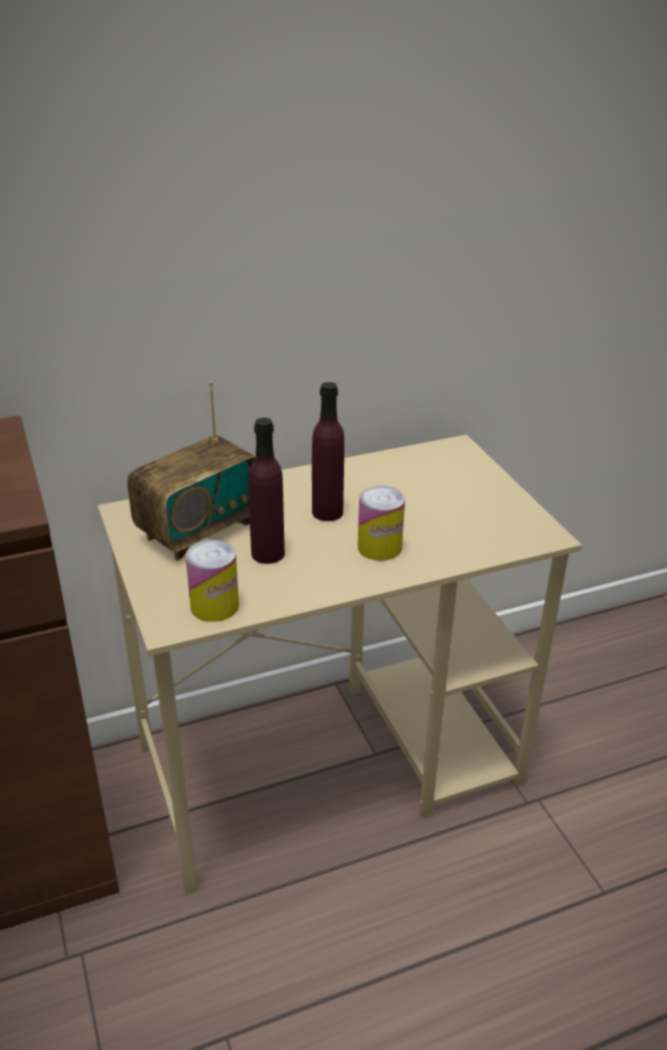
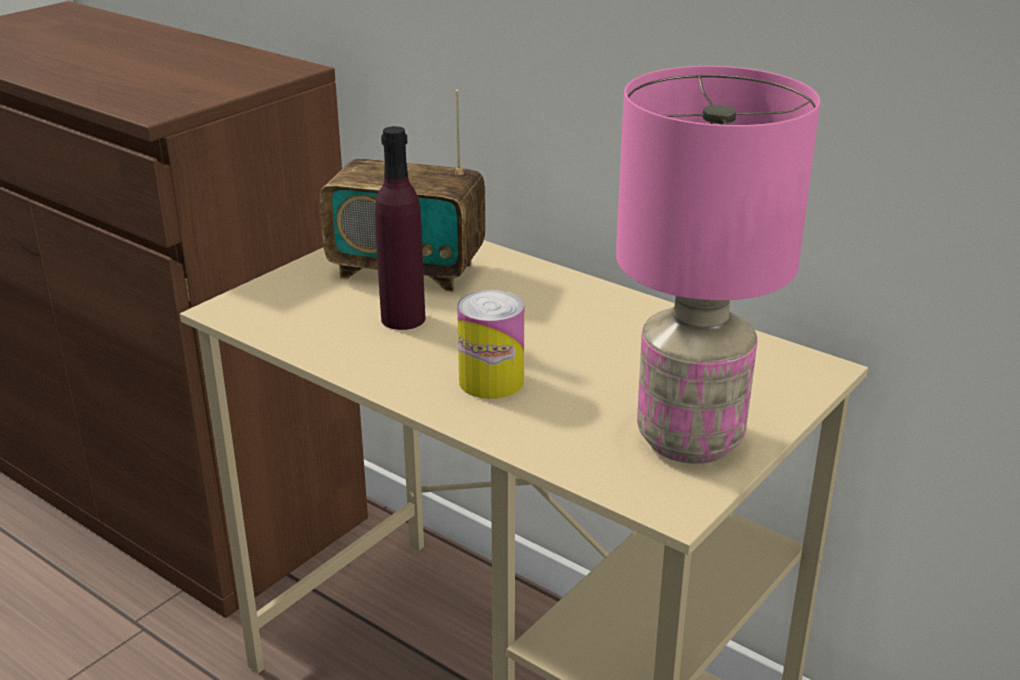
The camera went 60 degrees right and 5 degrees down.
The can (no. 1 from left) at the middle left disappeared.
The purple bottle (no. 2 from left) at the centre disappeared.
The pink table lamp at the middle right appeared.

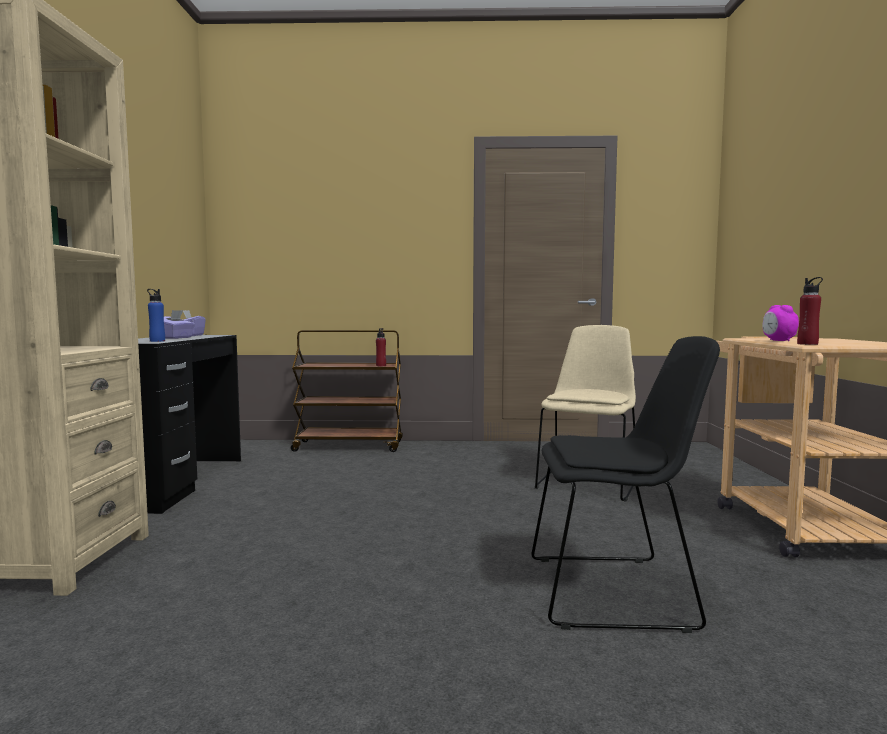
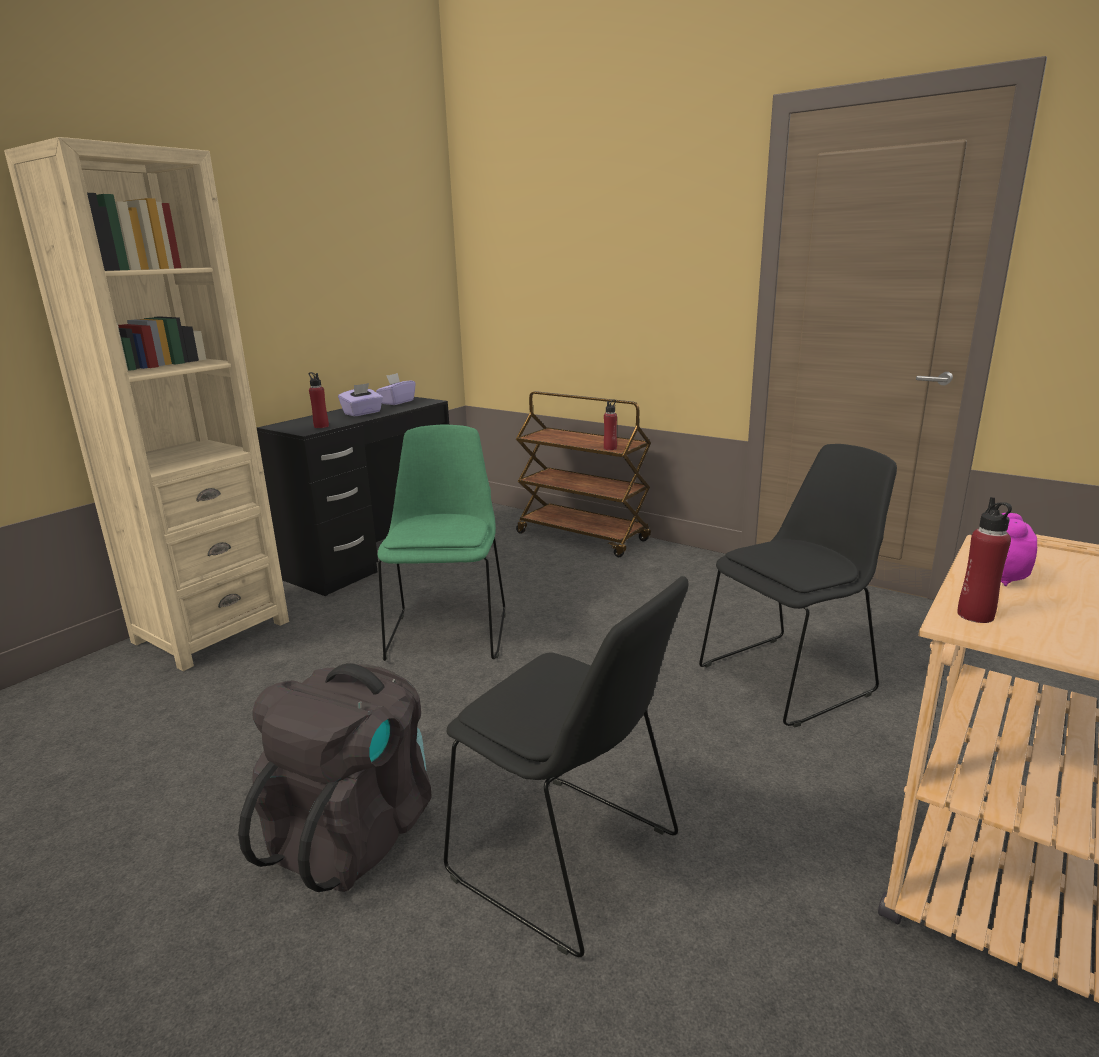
The camera went 35 degrees right and 15 degrees up.
The blue bottle at the middle left became the red bottle (no. 1 from left) at the middle left.
The beige chair at the centre became the black chair (no. 2 from left) at the middle right.
The black backpack at the bottom left appeared.
The green chair at the centre appeared.

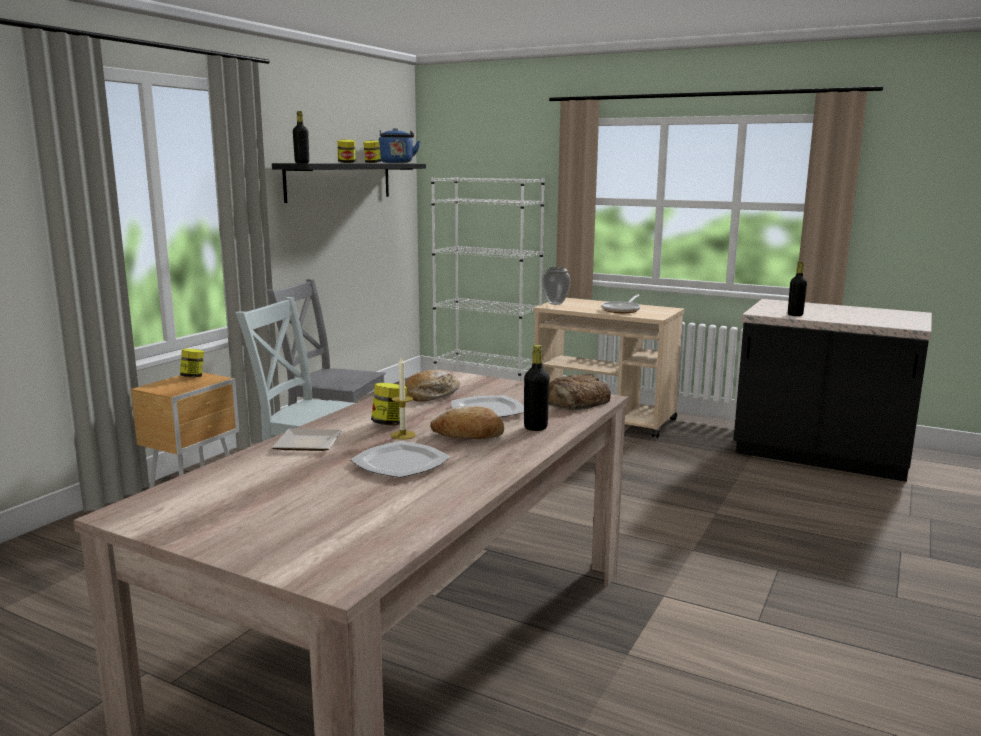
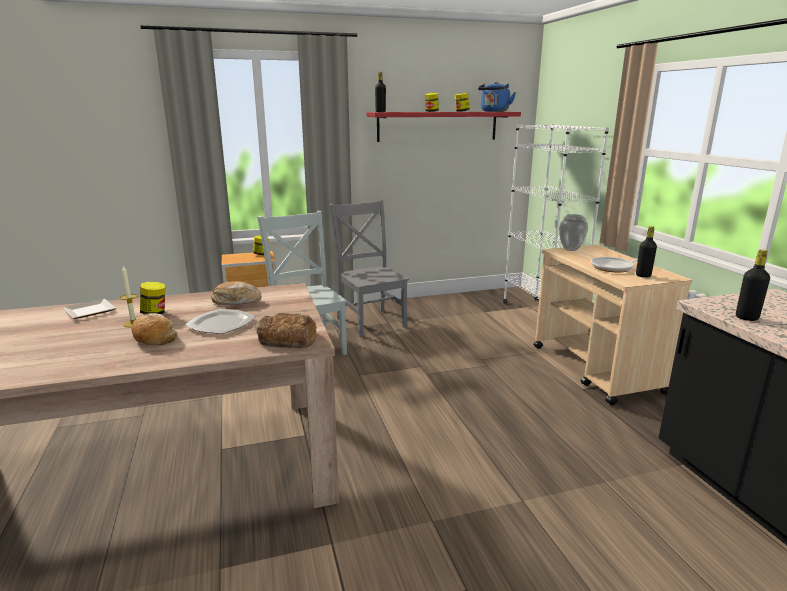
The camera went 45 degrees right and 5 degrees up.
The black shelf at the top centre became the red shelf at the top centre.
The plate (no. 2 from left) at the centre disappeared.
The black bottle (no. 2 from left) moved from the centre to the middle right.

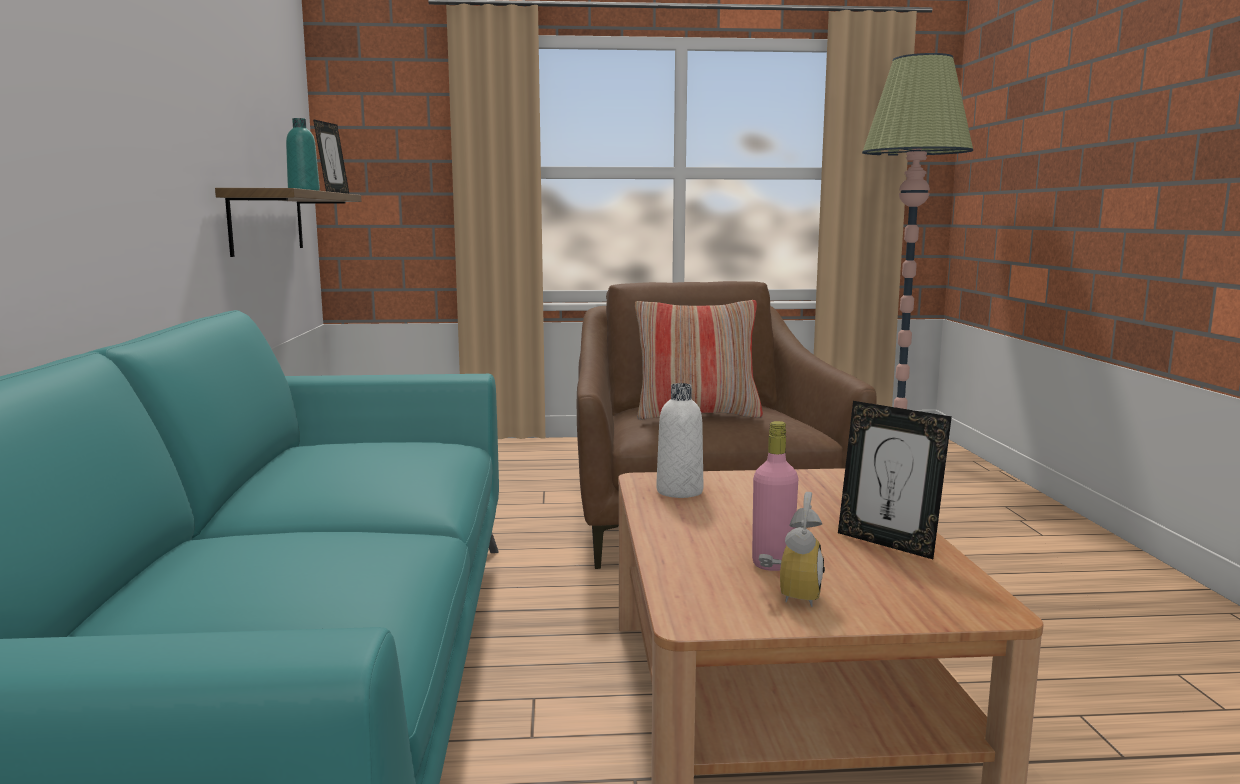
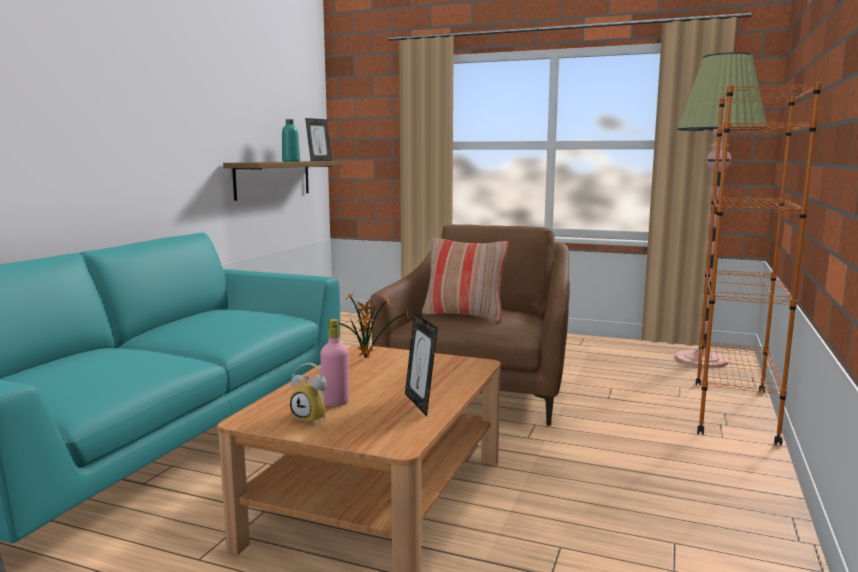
The camera went 25 degrees right and 0 degrees up.
The white bottle at the centre was replaced by the potted plant at the centre.
The alarm clock at the bottom centre turned 75 degrees clockwise.
The orange bookcase at the middle right appeared.

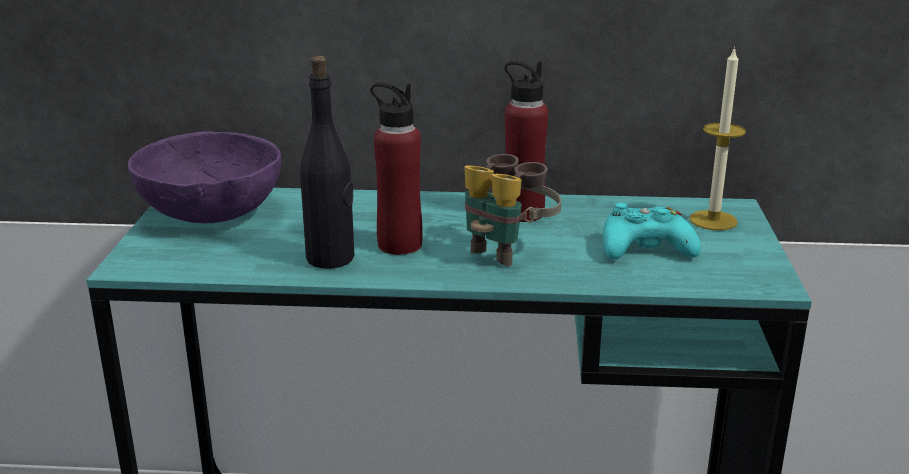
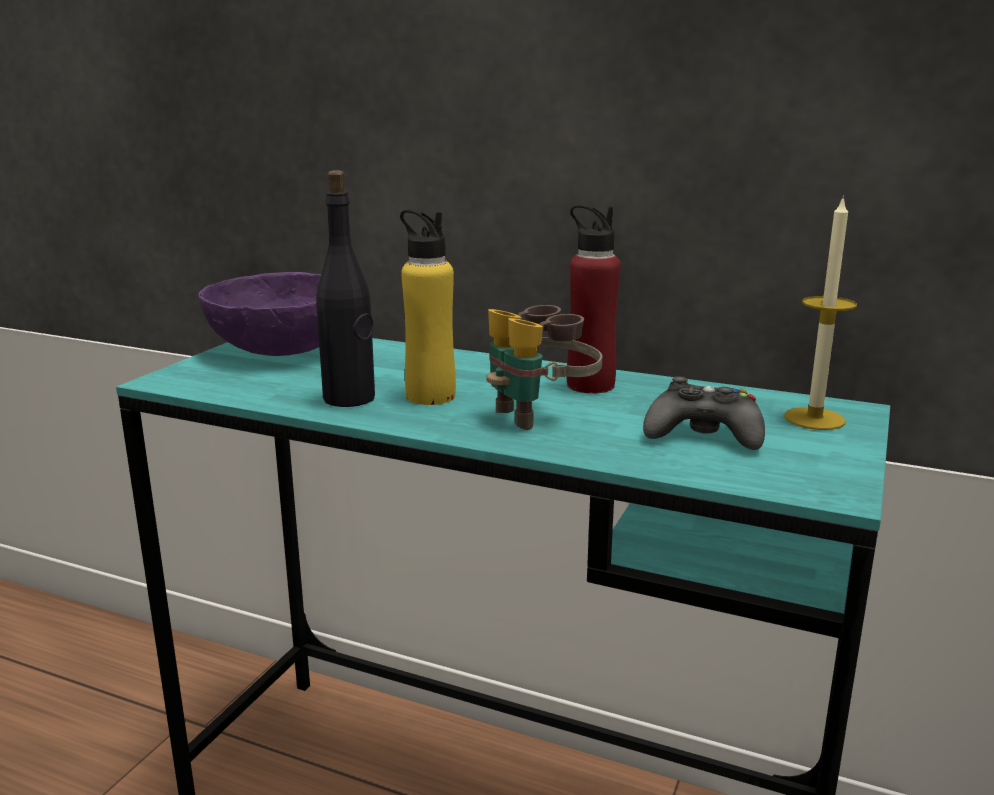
The camera went 20 degrees right and 5 degrees down.
The red bottle (no. 1 from left) at the centre became the yellow bottle at the centre.
The turquoise game controller at the middle right became the black game controller at the middle right.

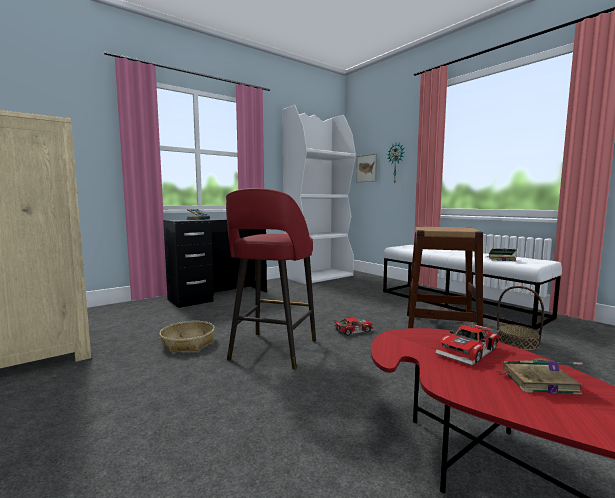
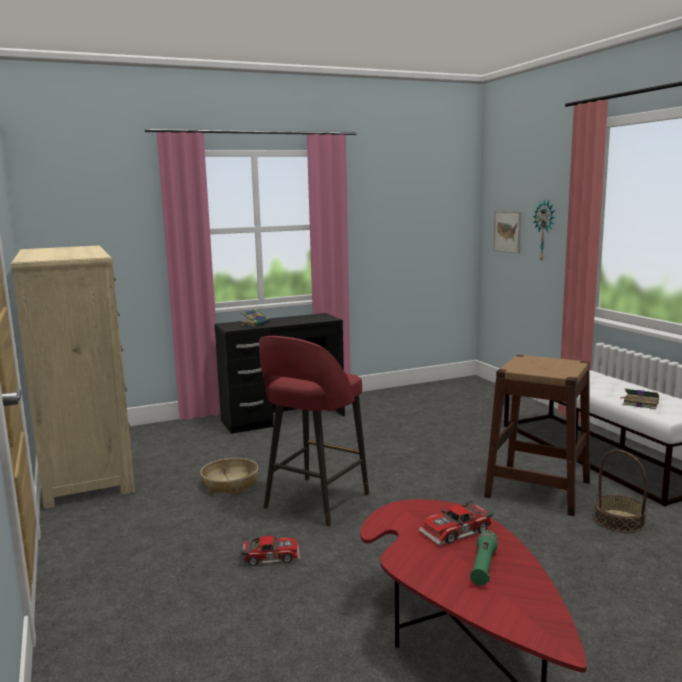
The camera went 15 degrees right and 5 degrees up.
The white bookcase at the centre disappeared.
The toy car (no. 1 from left) moved from the centre to the bottom centre.
The book (no. 3 from left) at the bottom right was replaced by the green flashlight at the bottom right.

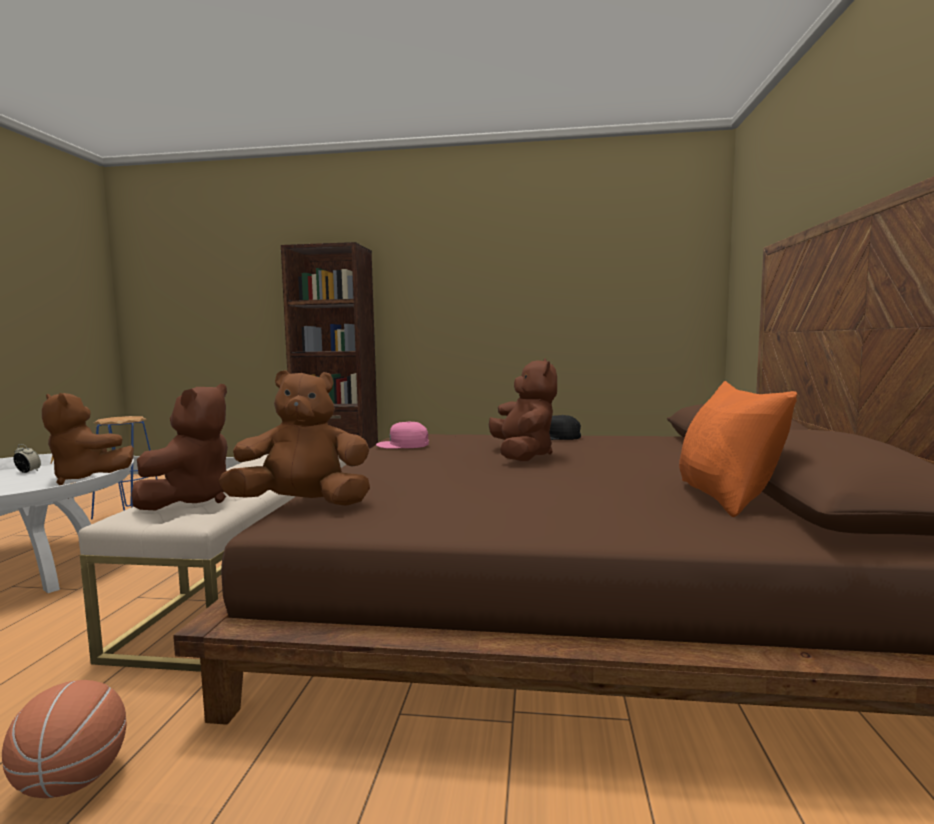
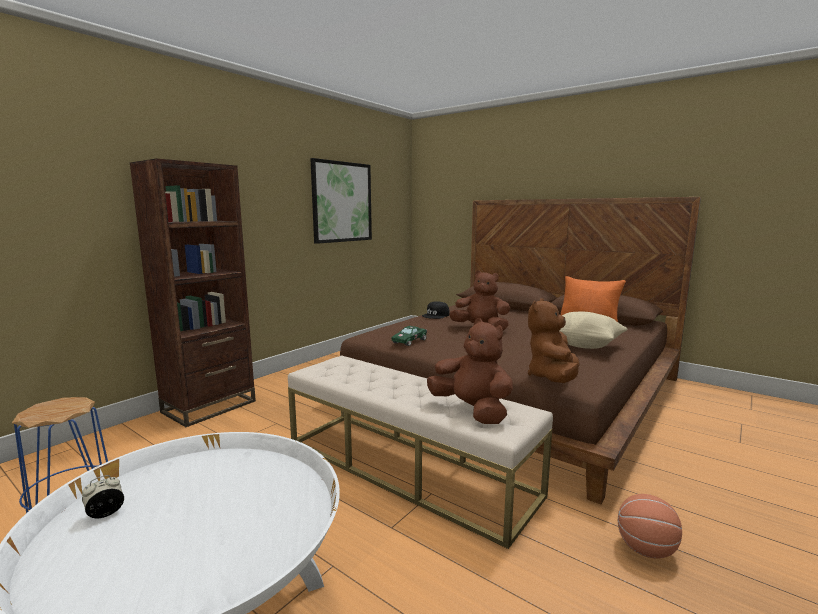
The camera went 60 degrees left and 5 degrees up.
The brown plush toy (no. 1 from left) at the middle left disappeared.
The pink cap at the centre was replaced by the green toy car at the centre.
The picture at the top centre appeared.
The beige pillow at the middle right appeared.

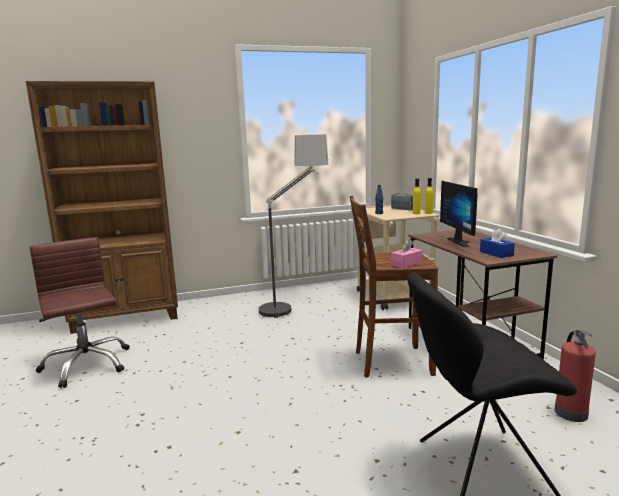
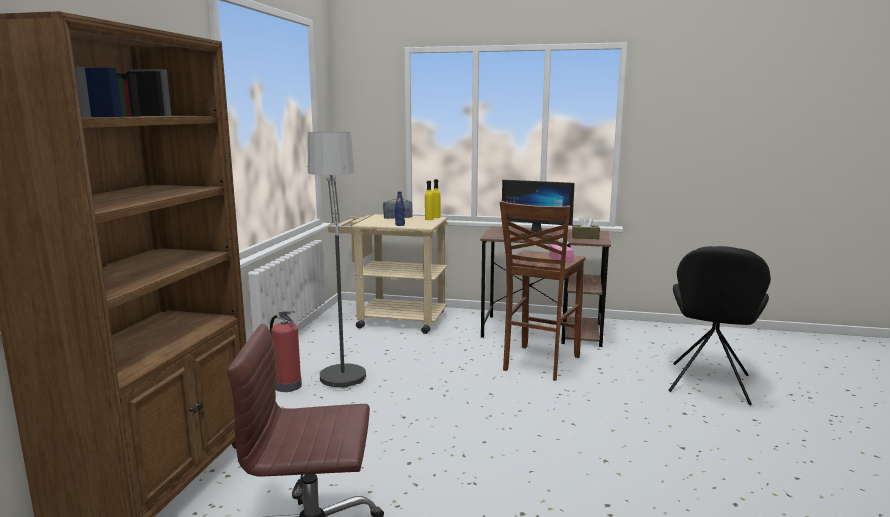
The camera went 60 degrees left and 0 degrees up.
The blue tissue box at the middle right became the brown tissue box at the centre.
The fire extinguisher moved from the bottom right to the bottom left.

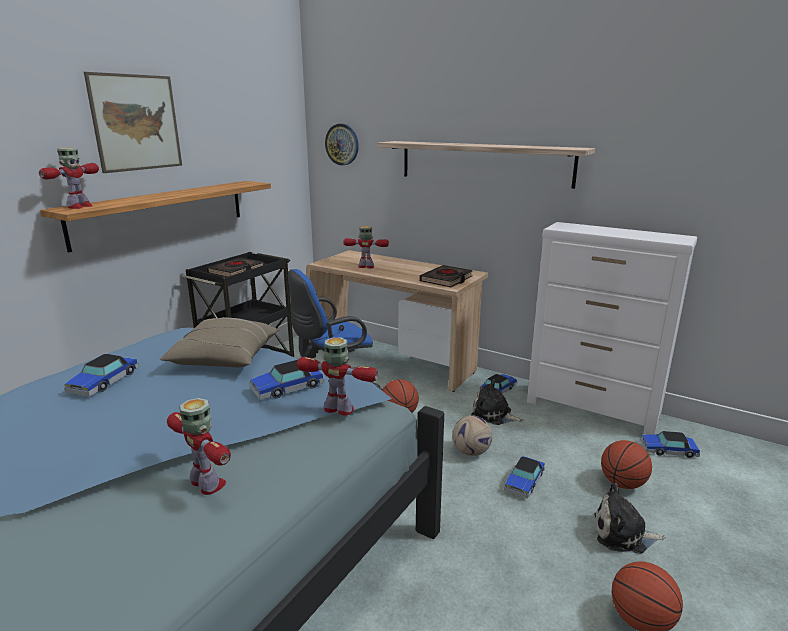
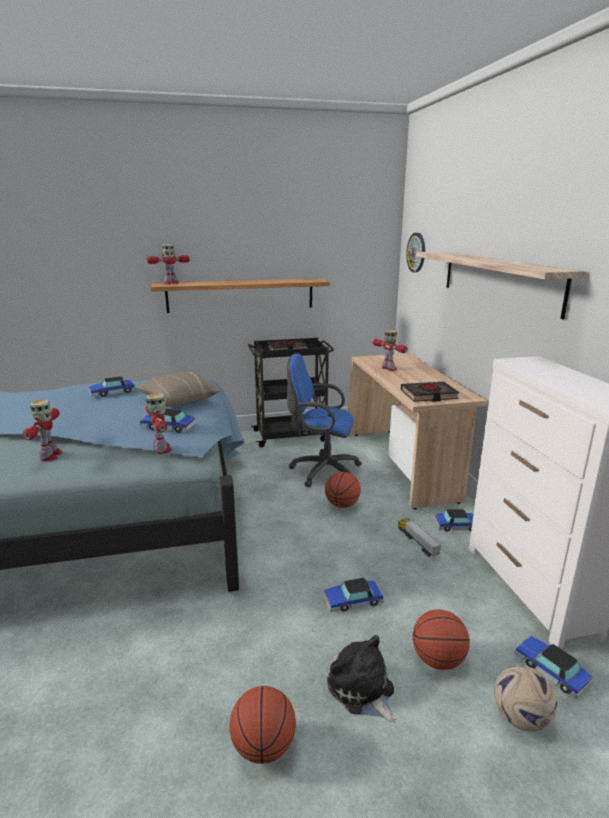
The camera went 45 degrees right and 0 degrees up.
The picture at the top left disappeared.
The football moved from the bottom centre to the bottom right.
The plush toy (no. 1 from left) at the centre was replaced by the toy truck at the middle right.

